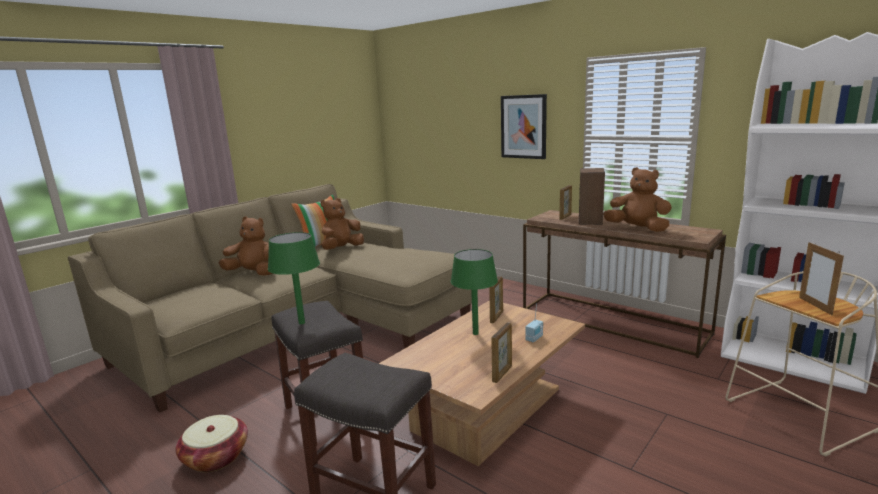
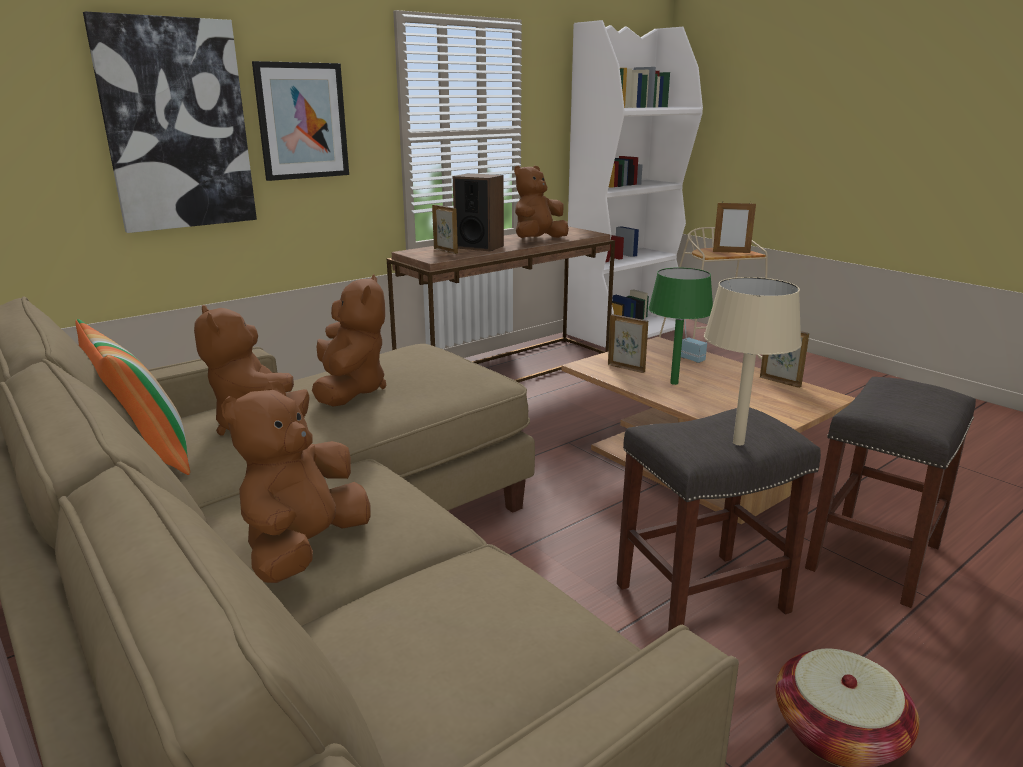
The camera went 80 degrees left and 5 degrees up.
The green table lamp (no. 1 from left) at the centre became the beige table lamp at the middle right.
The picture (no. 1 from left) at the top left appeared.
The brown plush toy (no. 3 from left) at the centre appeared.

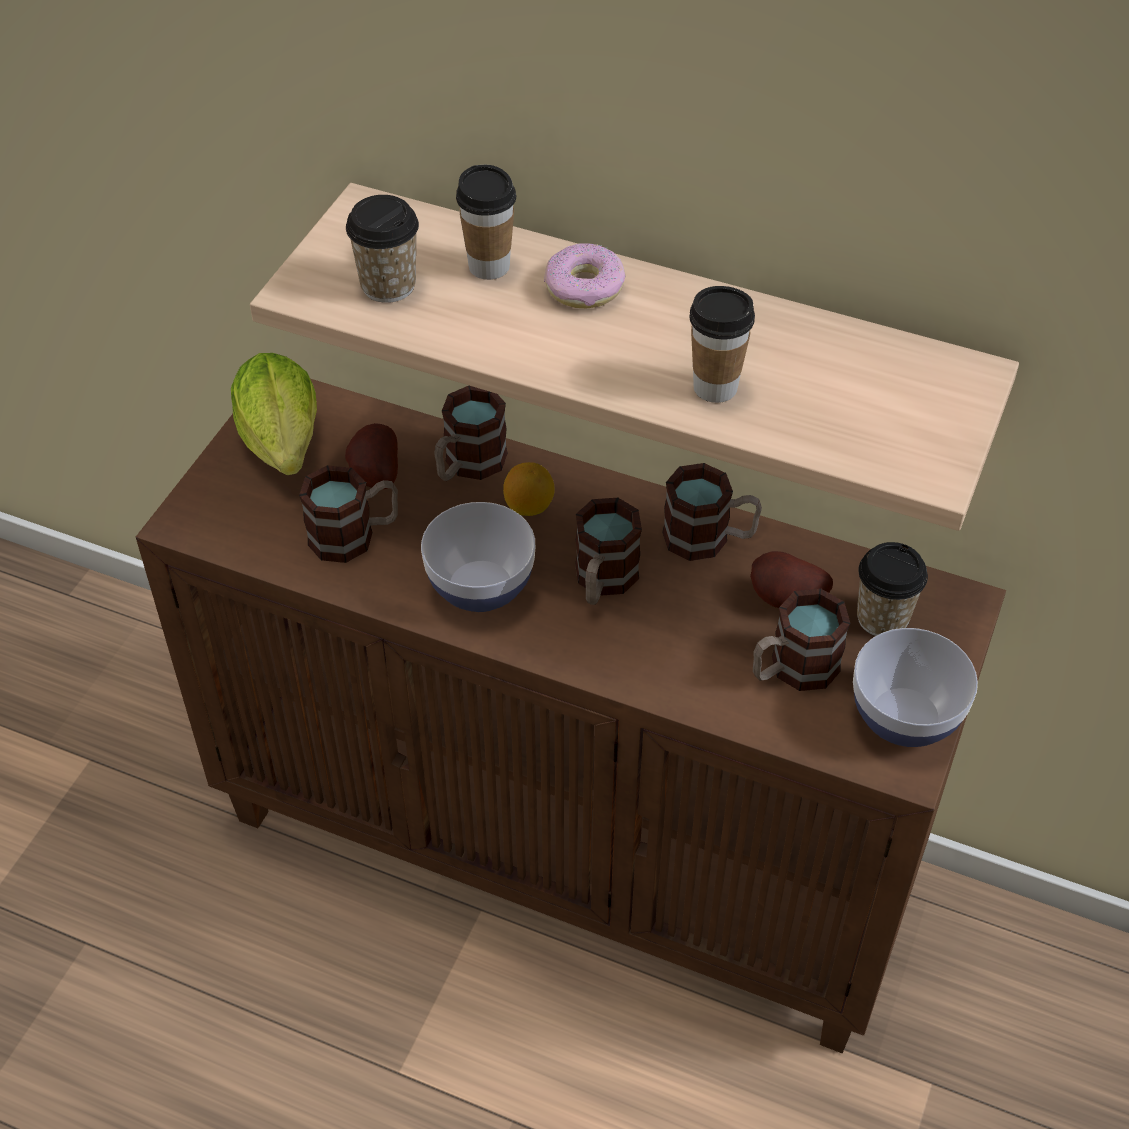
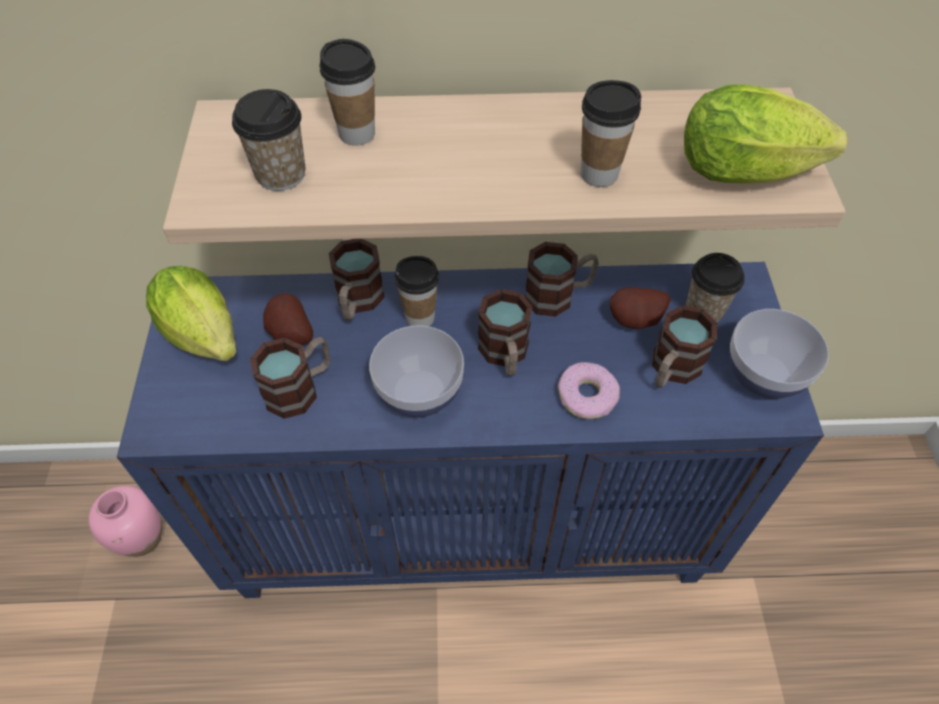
The camera went 25 degrees left and 5 degrees up.
The brown cabinet at the centre became the blue cabinet at the centre.
The lemon at the centre was replaced by the cup (no. 3 from left) at the centre.
The donut moved from the top centre to the centre.
The pink vase at the bottom left appeared.
The lettuce (no. 2 from left) at the top right appeared.

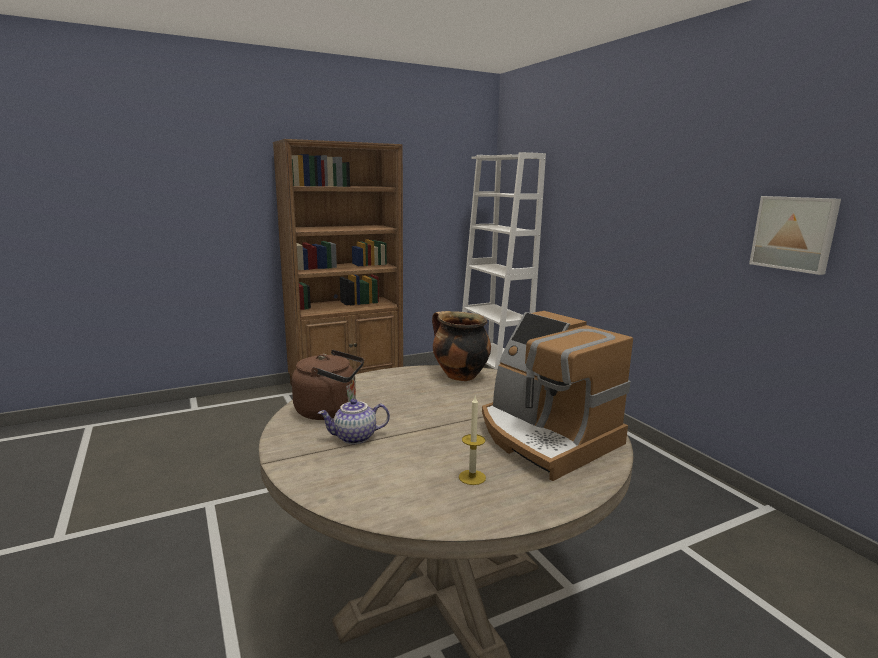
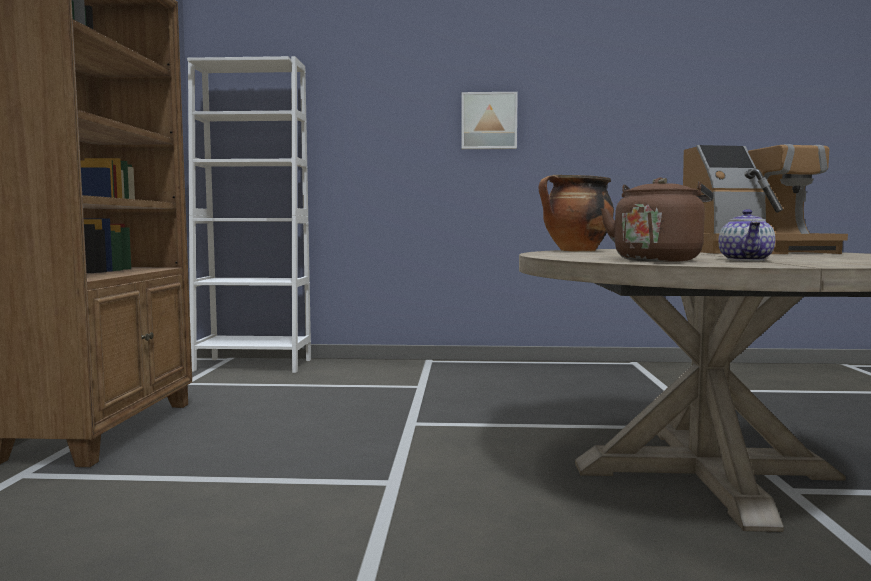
The camera went 60 degrees left and 10 degrees down.
The candle at the bottom centre disappeared.
The picture moved from the middle right to the top centre.

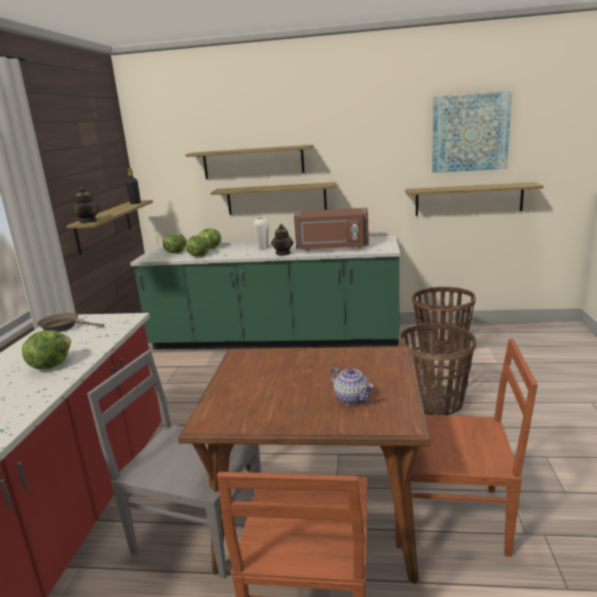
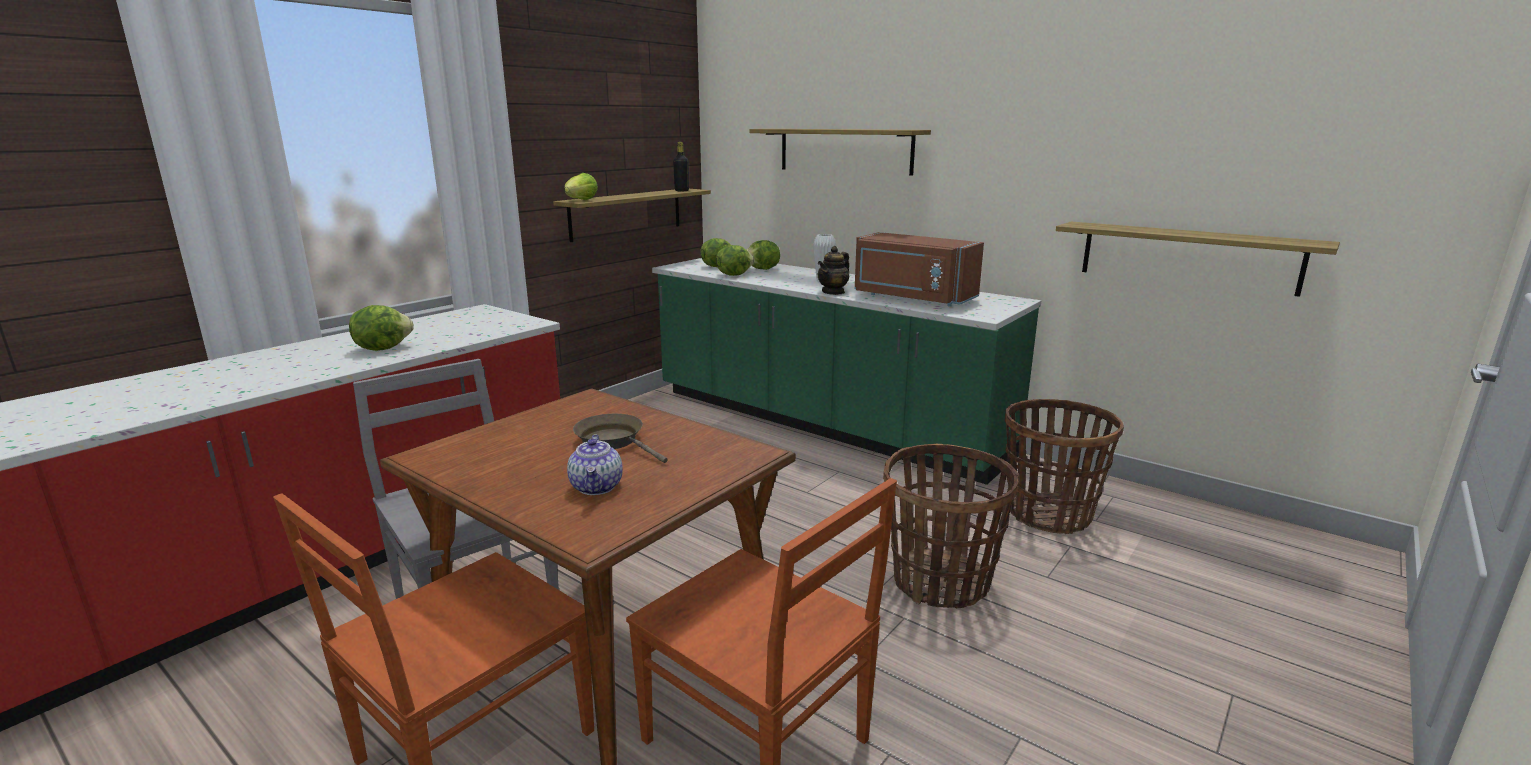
The camera went 30 degrees right and 0 degrees up.
The brown frying pan moved from the middle left to the centre.
The teapot (no. 1 from left) at the middle left was replaced by the lettuce (no. 2 from left) at the top centre.
The shelf (no. 3 from left) at the top centre disappeared.
The picture at the top right disappeared.

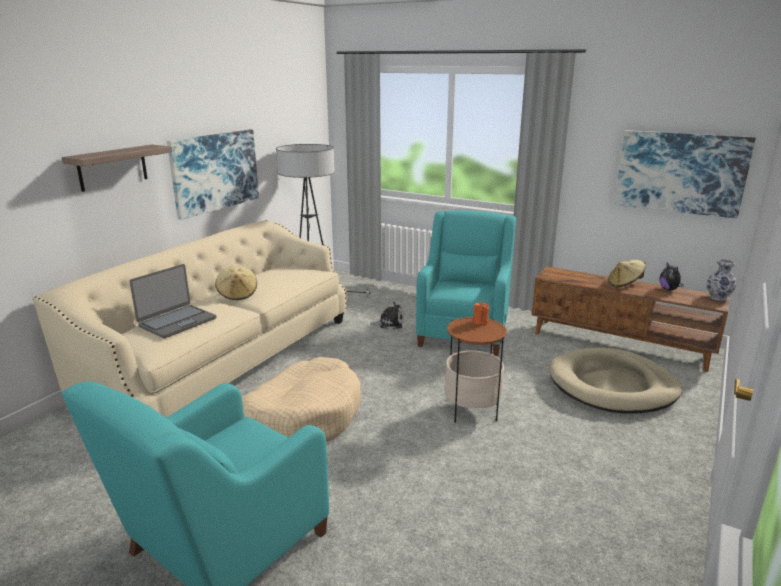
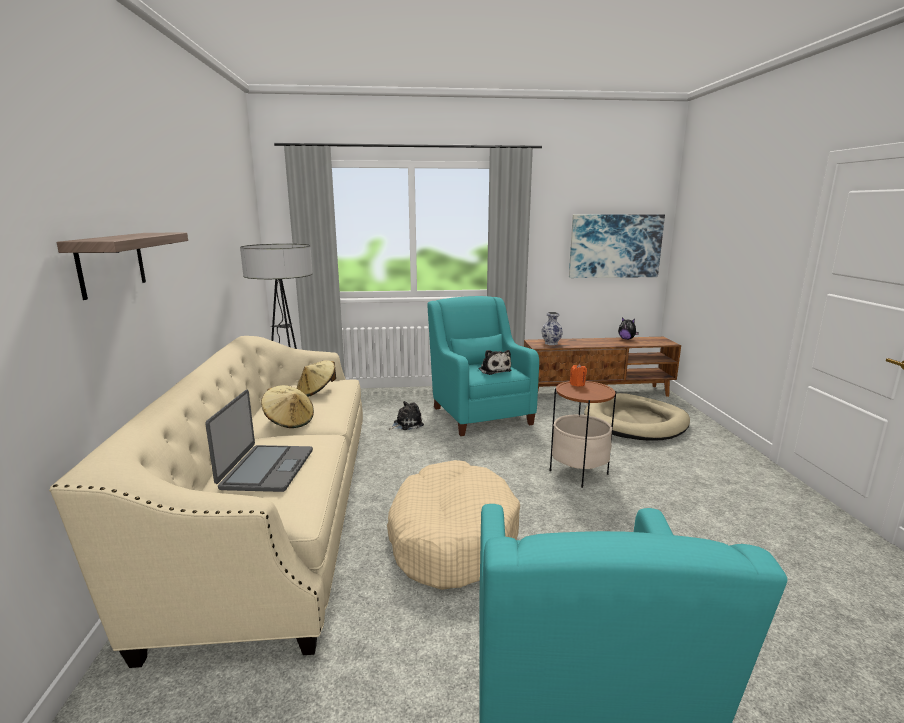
The camera went 35 degrees left and 5 degrees down.
The picture (no. 1 from left) at the top left disappeared.
The beige hat (no. 2 from left) moved from the middle right to the centre.
The vase moved from the middle right to the centre.
The plush toy (no. 2 from left) at the centre appeared.

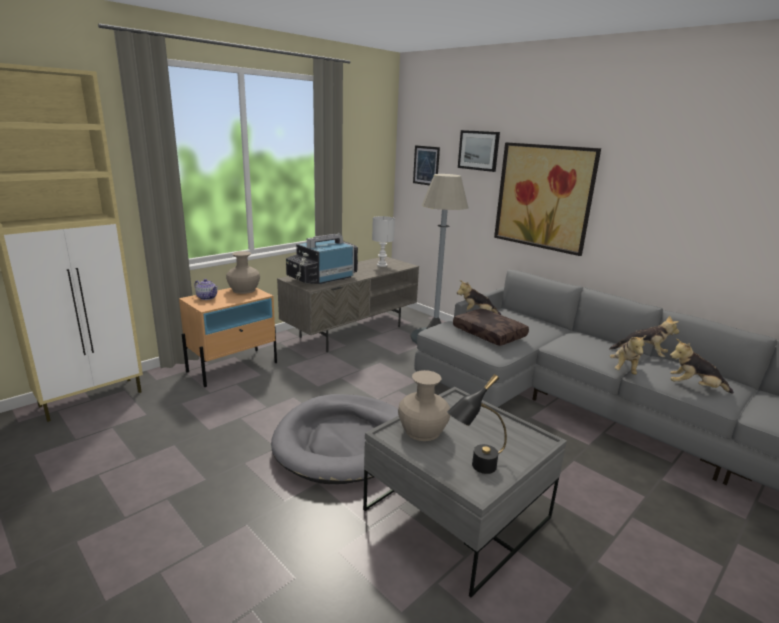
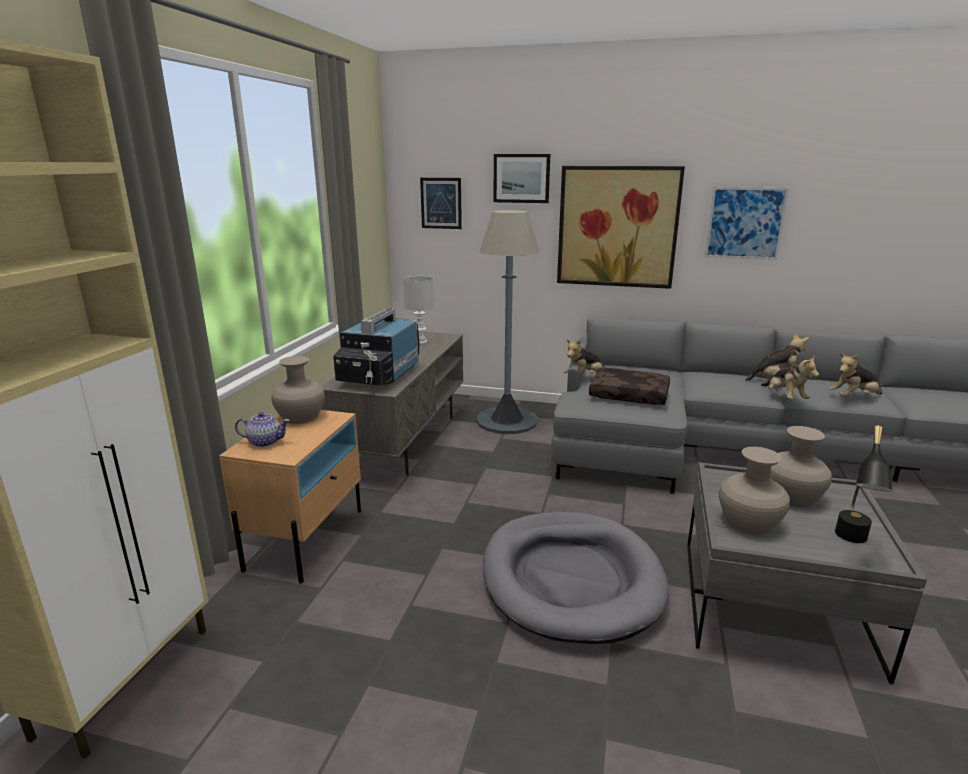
The camera went 30 degrees left and 0 degrees up.
The picture (no. 4 from left) at the top right appeared.
The beige vase (no. 3 from left) at the middle right appeared.

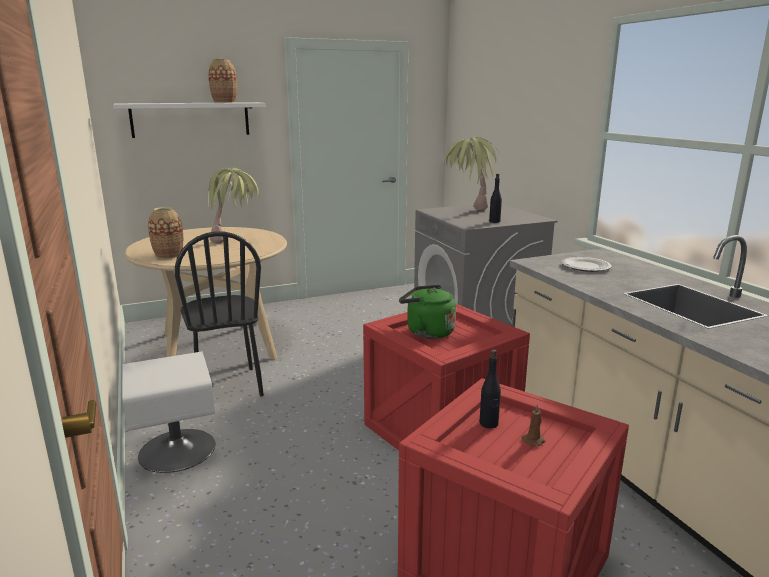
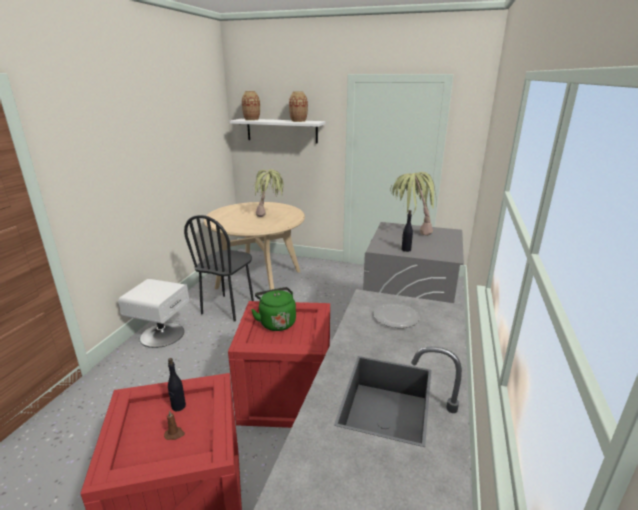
The camera went 40 degrees right and 5 degrees up.
The vase (no. 1 from left) moved from the middle left to the top centre.

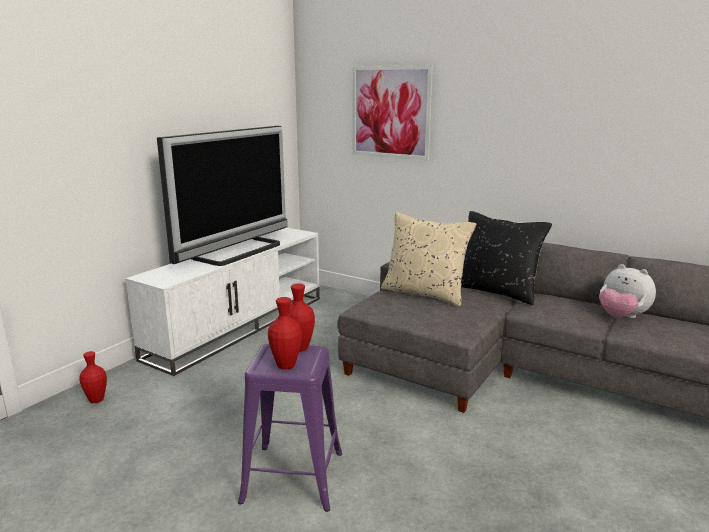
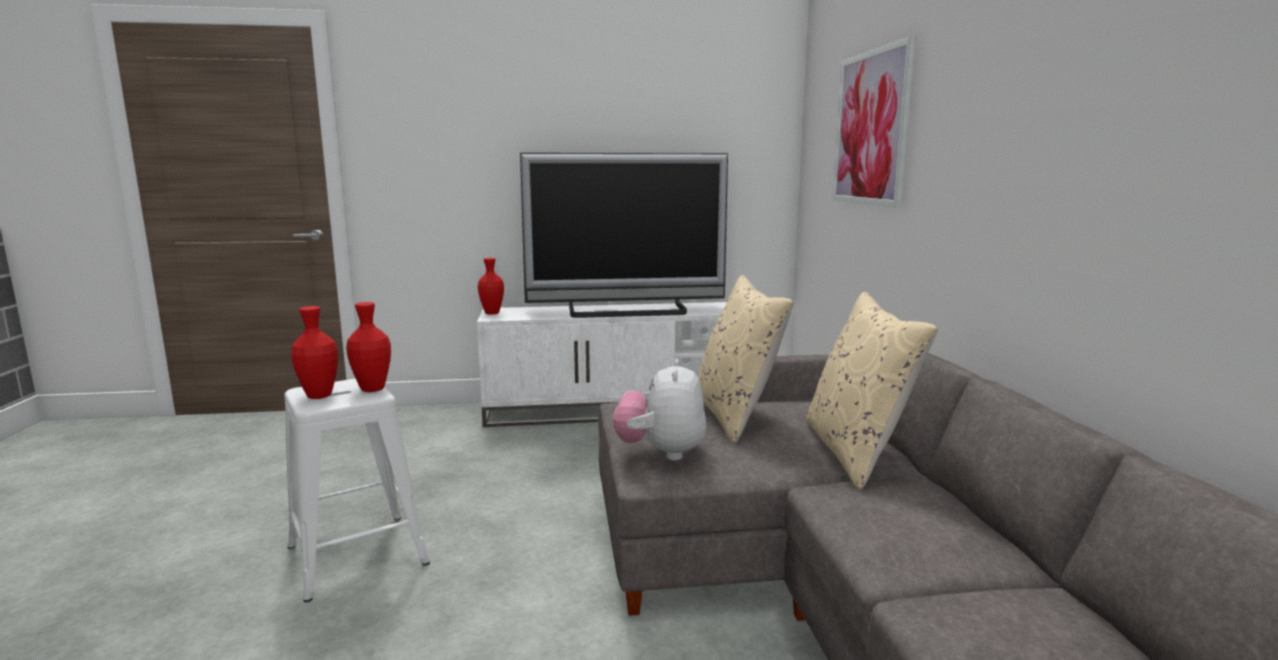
The camera went 50 degrees right and 5 degrees down.
The red vase (no. 1 from left in the first image) moved from the bottom left to the centre.
The purple stool at the bottom centre became the white stool at the bottom left.
The black pillow at the middle right became the beige pillow (no. 2 from left) at the middle right.
The plush toy moved from the middle right to the centre.

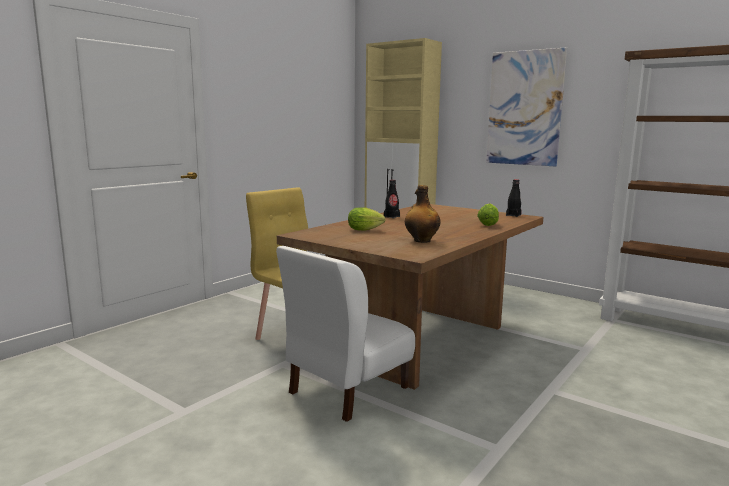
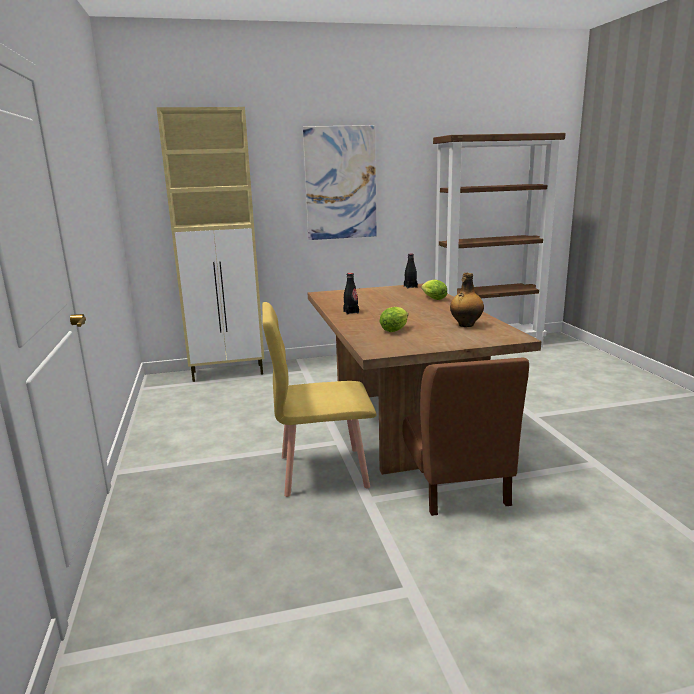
The camera went 50 degrees left and 5 degrees up.
The white chair at the bottom centre became the brown chair at the middle right.

